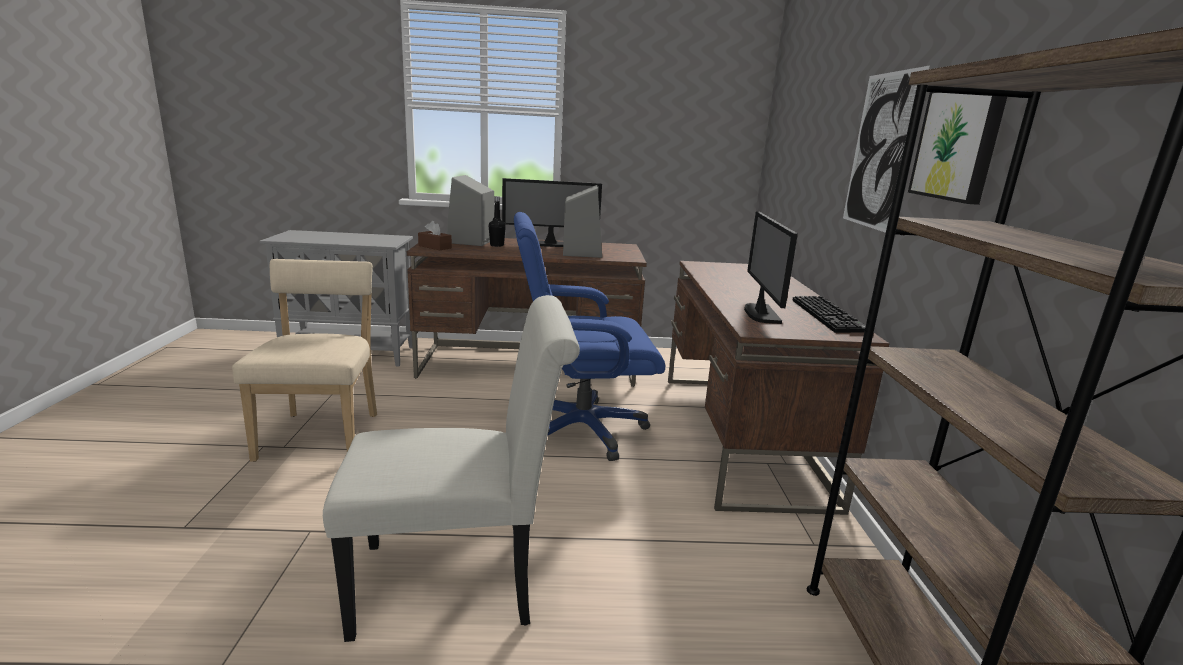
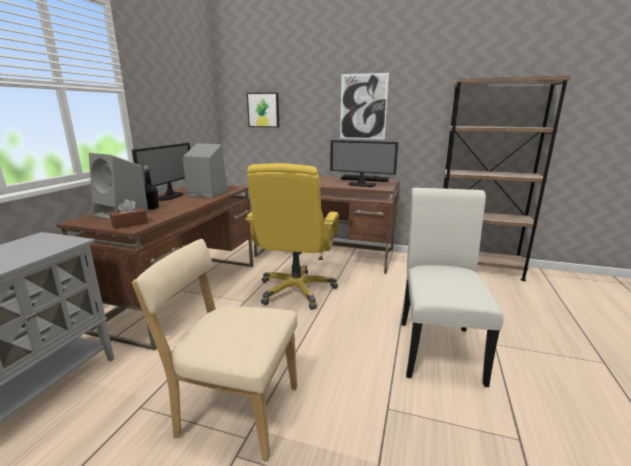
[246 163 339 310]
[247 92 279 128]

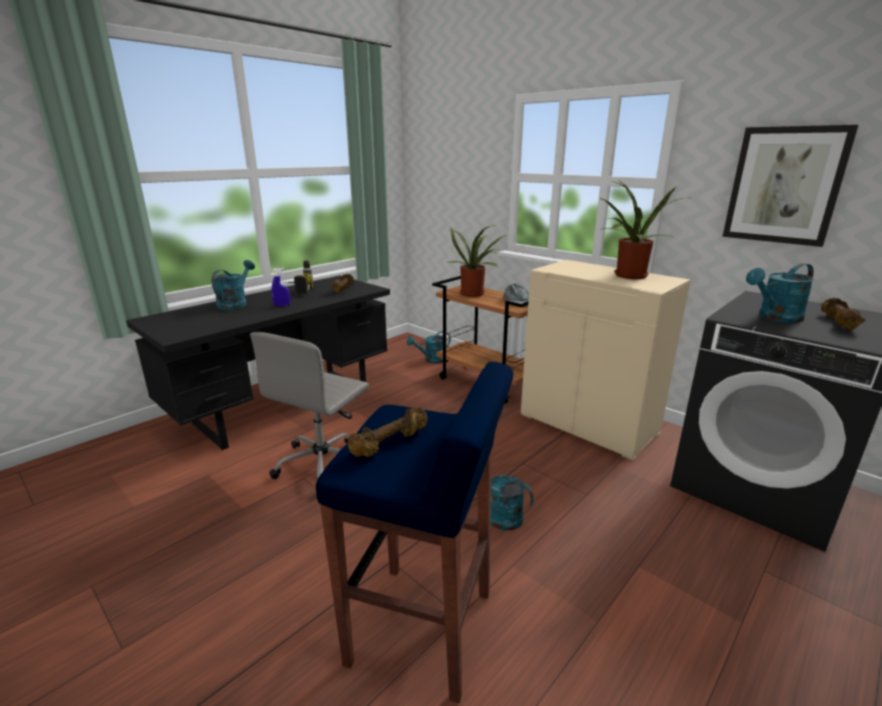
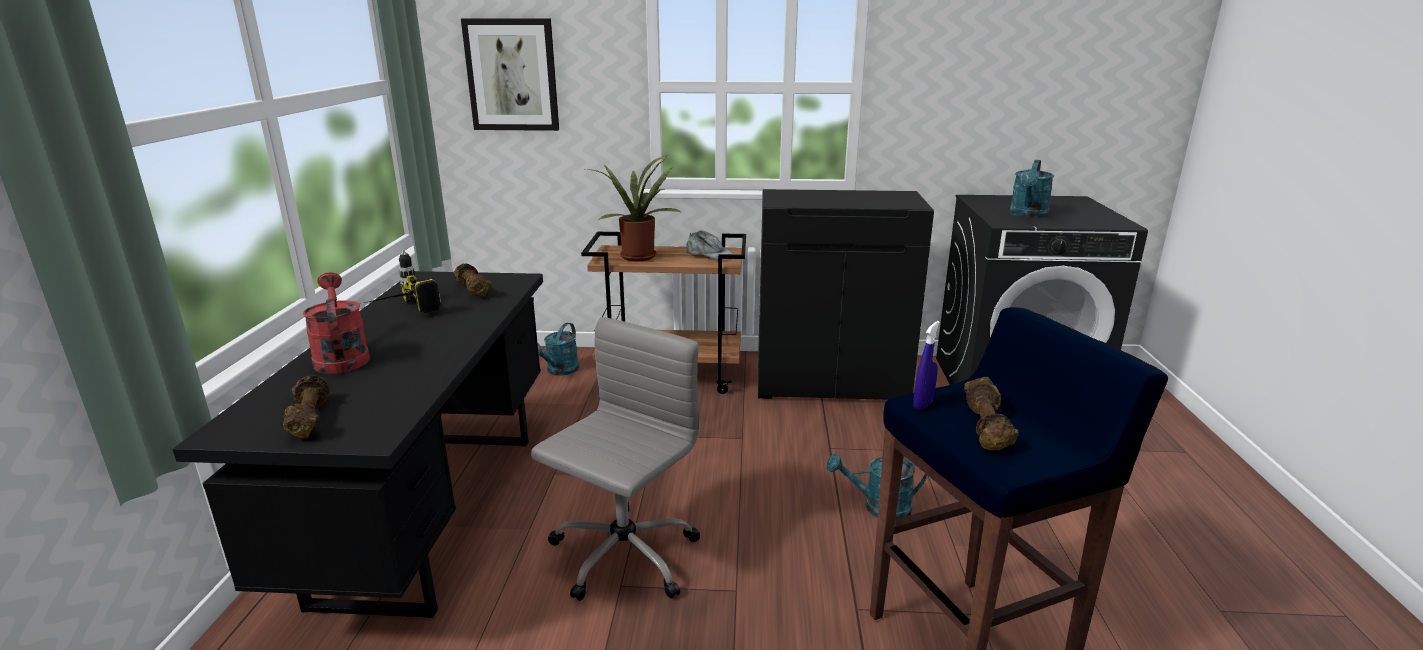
[283 376 330 439]
[303 272 370 374]
[461 18 559 131]
[531 317 701 601]
[758 189 934 400]
[913 321 940 410]
[598 181 694 279] (first image)

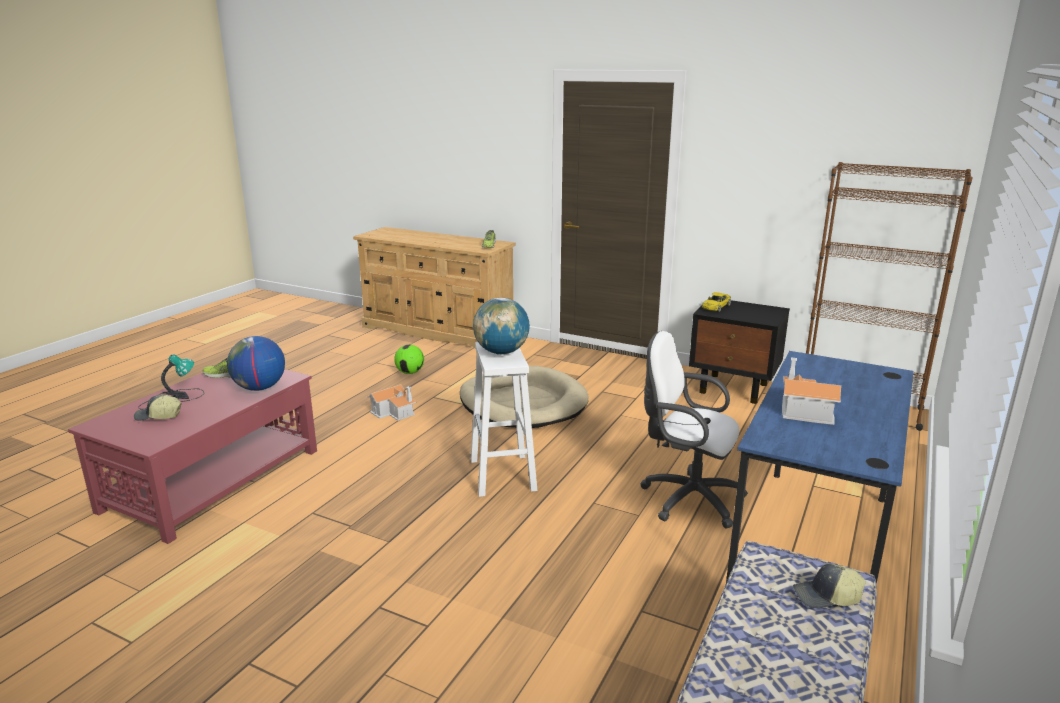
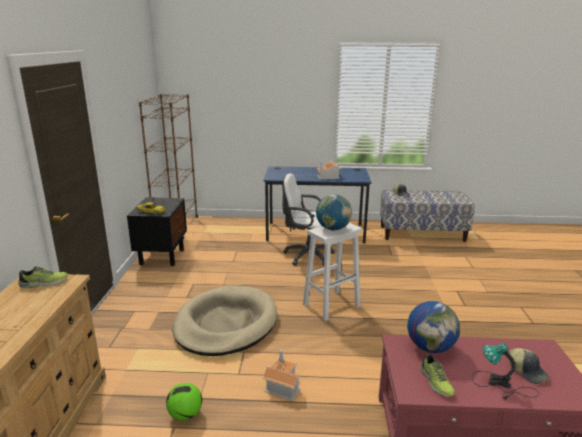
[282 173 335 266]

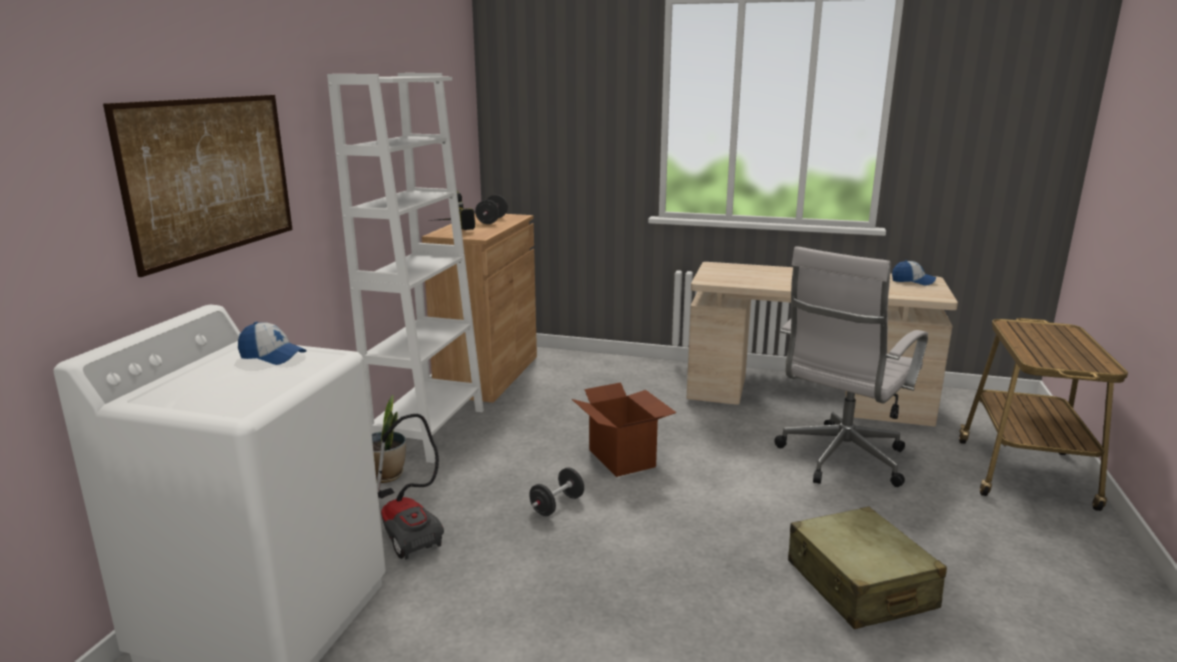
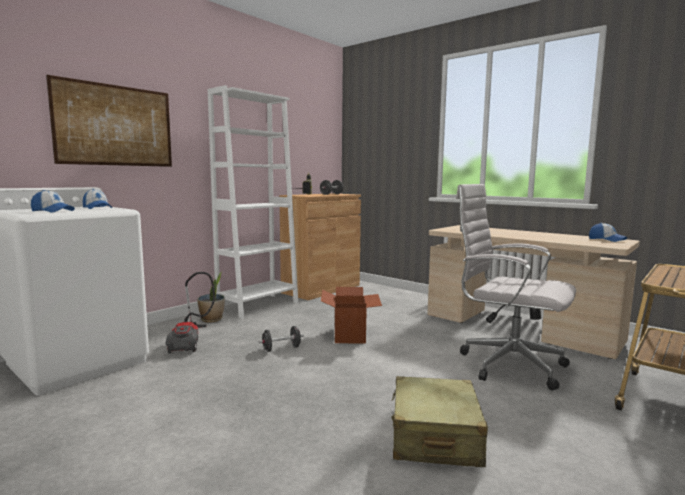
[31 190 75 213]
[456 184 576 391]

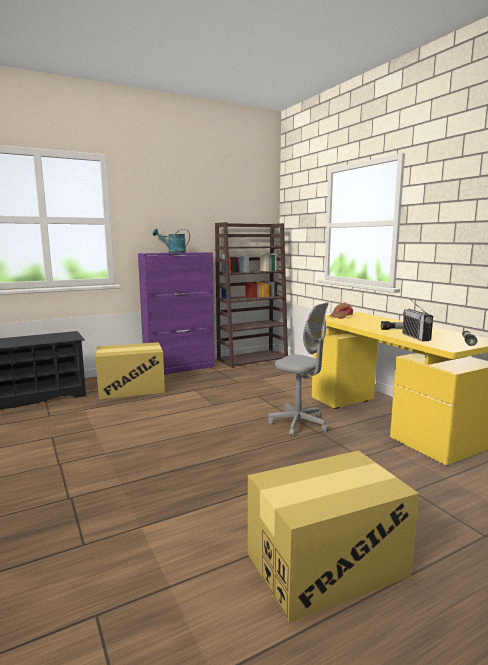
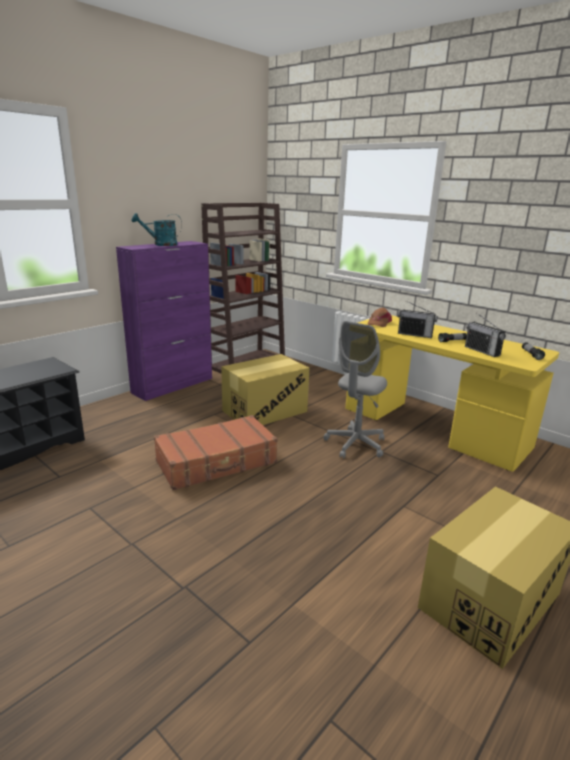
[154 415 278 490]
[221 354 309 425]
[324 321 387 458]
[398 301 438 338]

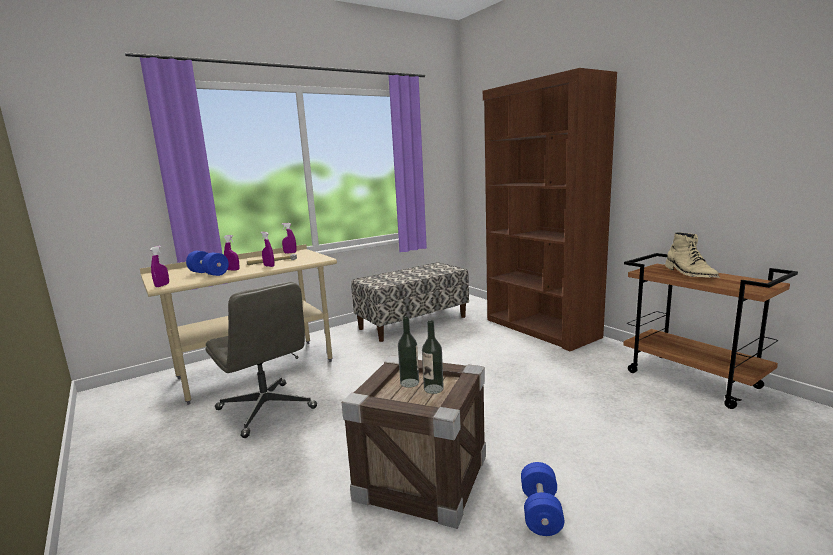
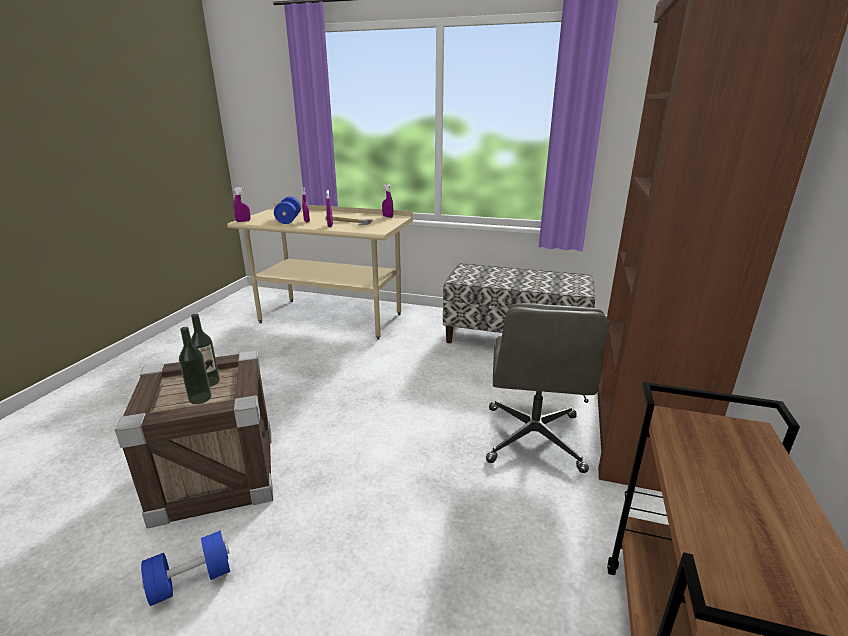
[486 303 608 473]
[665 232 720 278] (first image)

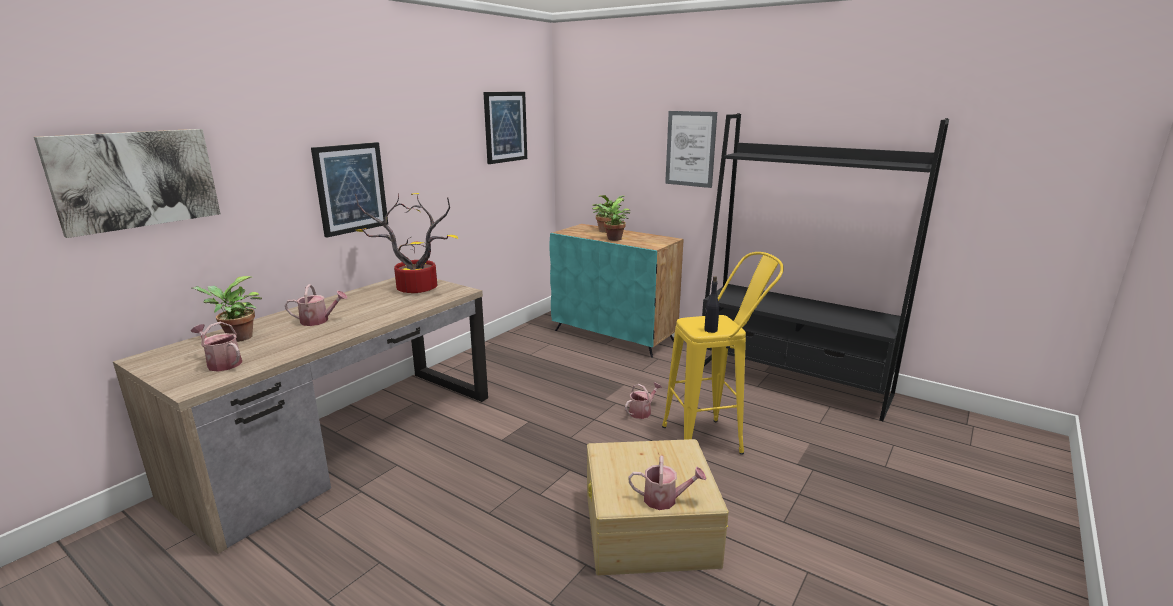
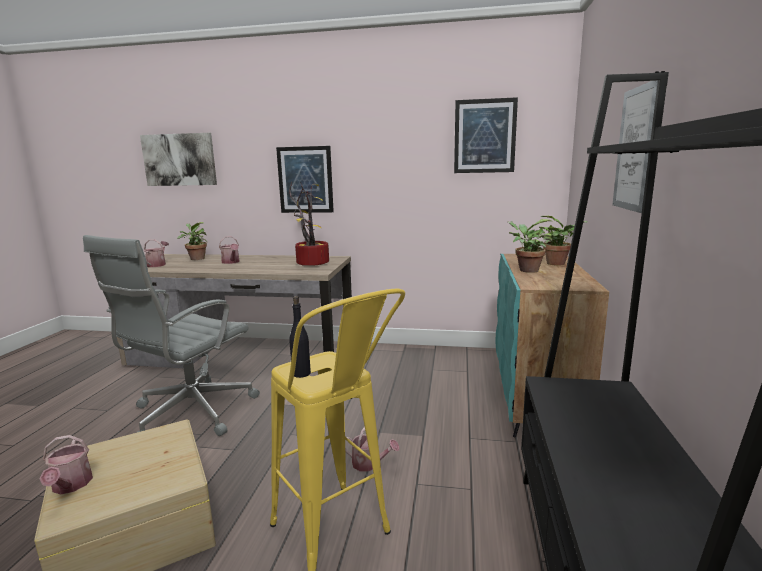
[83 235 260 436]

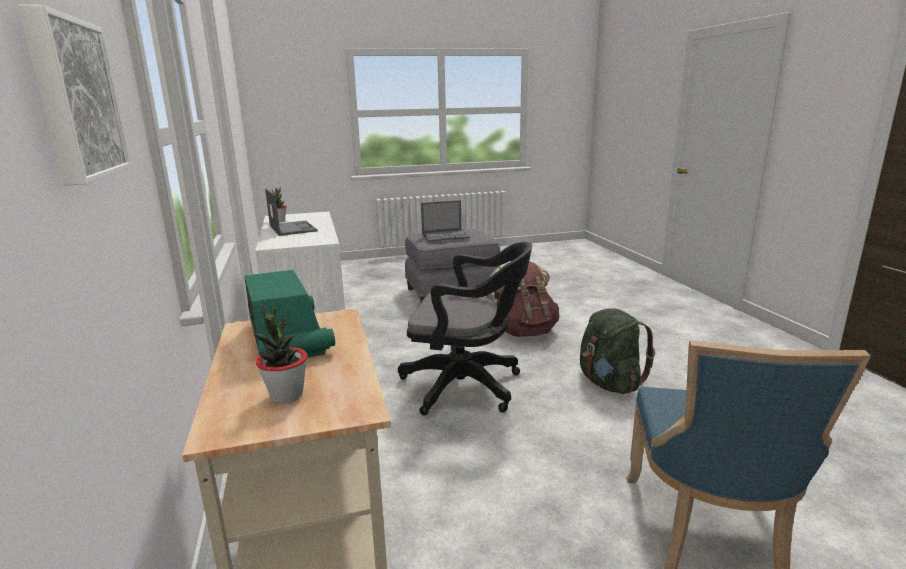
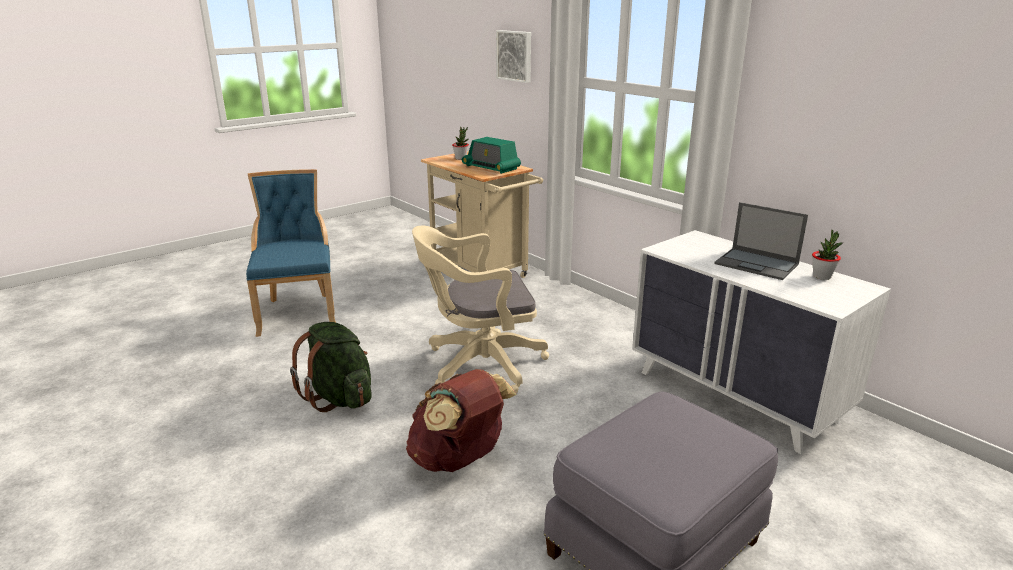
[412 226 549 393]
[421 200 470 242] (first image)

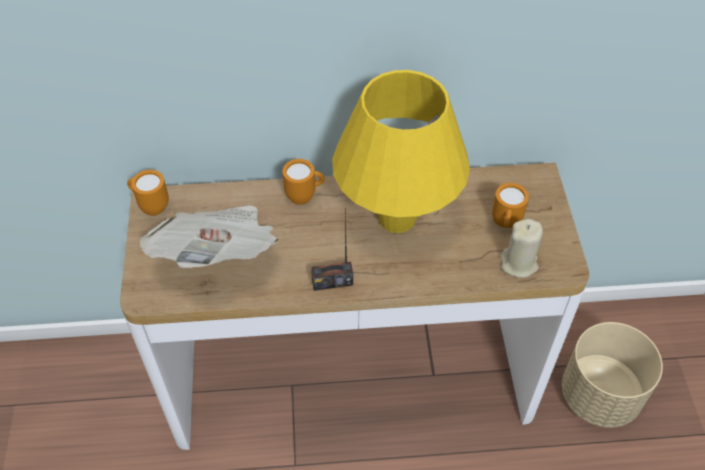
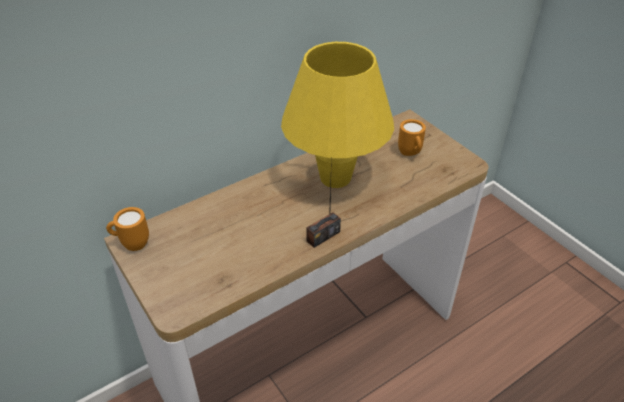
[139 205 278 268] (first image)
[282 159 325 204] (first image)
[501 219 543 278] (first image)
[562 322 663 428] (first image)

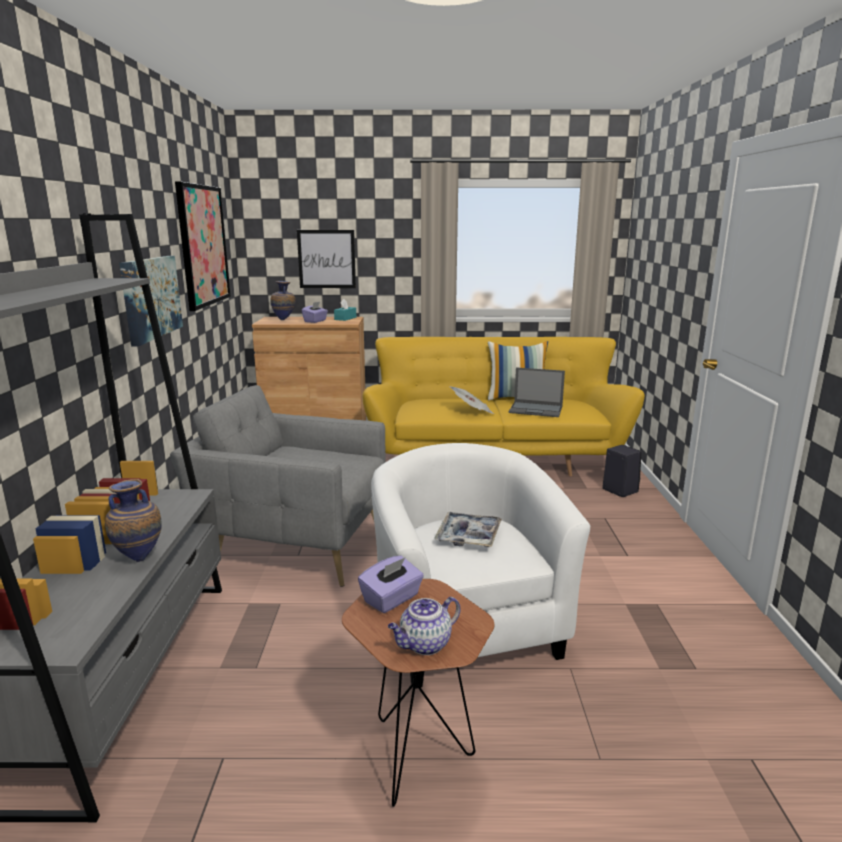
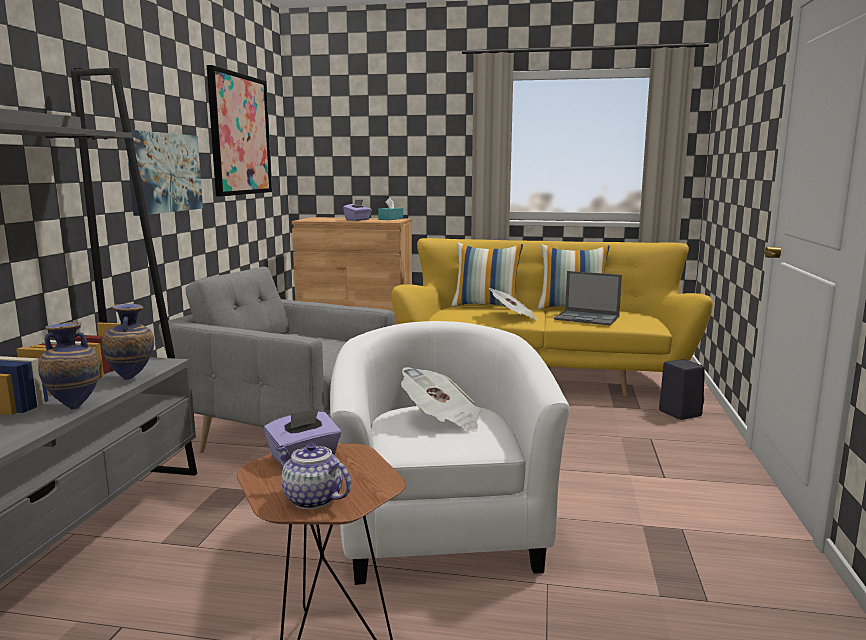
[102 303 154 380]
[276 443 351 509]
[401 367 481 431]
[452 243 523 307]
[297 230 356 288] (first image)

